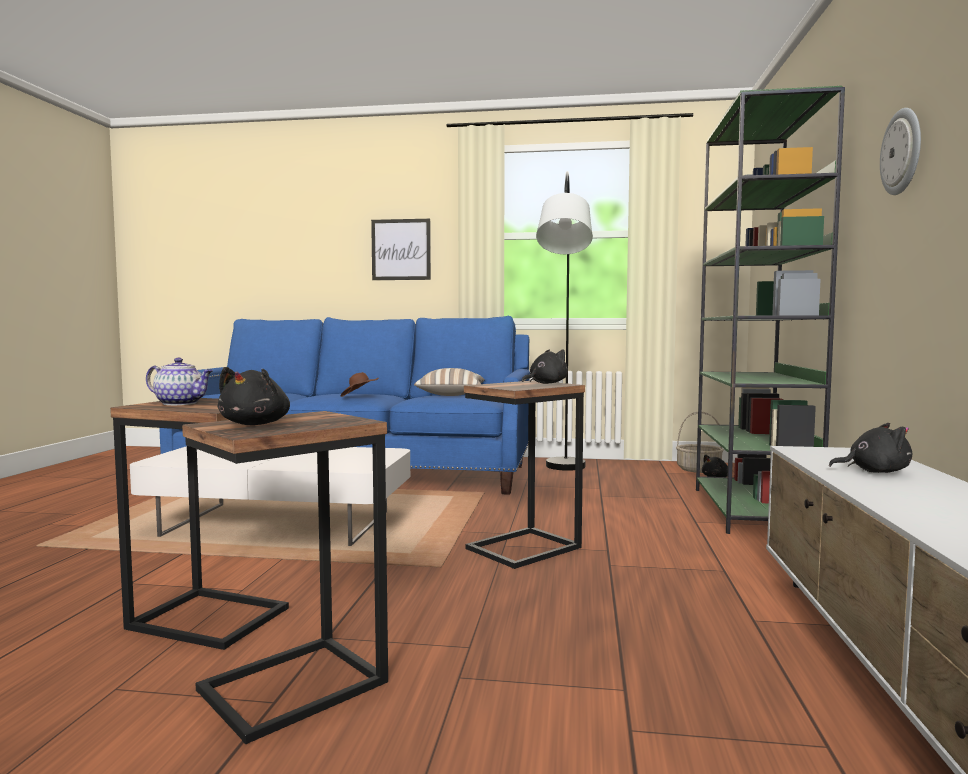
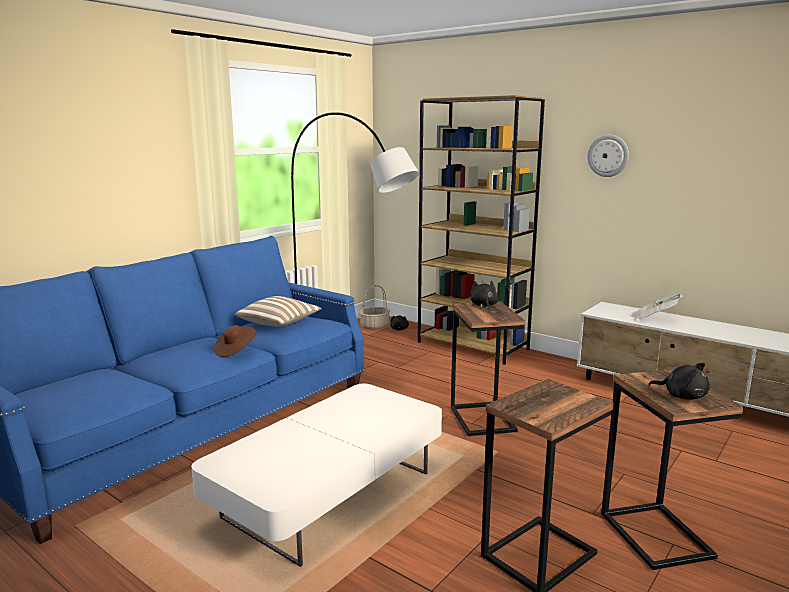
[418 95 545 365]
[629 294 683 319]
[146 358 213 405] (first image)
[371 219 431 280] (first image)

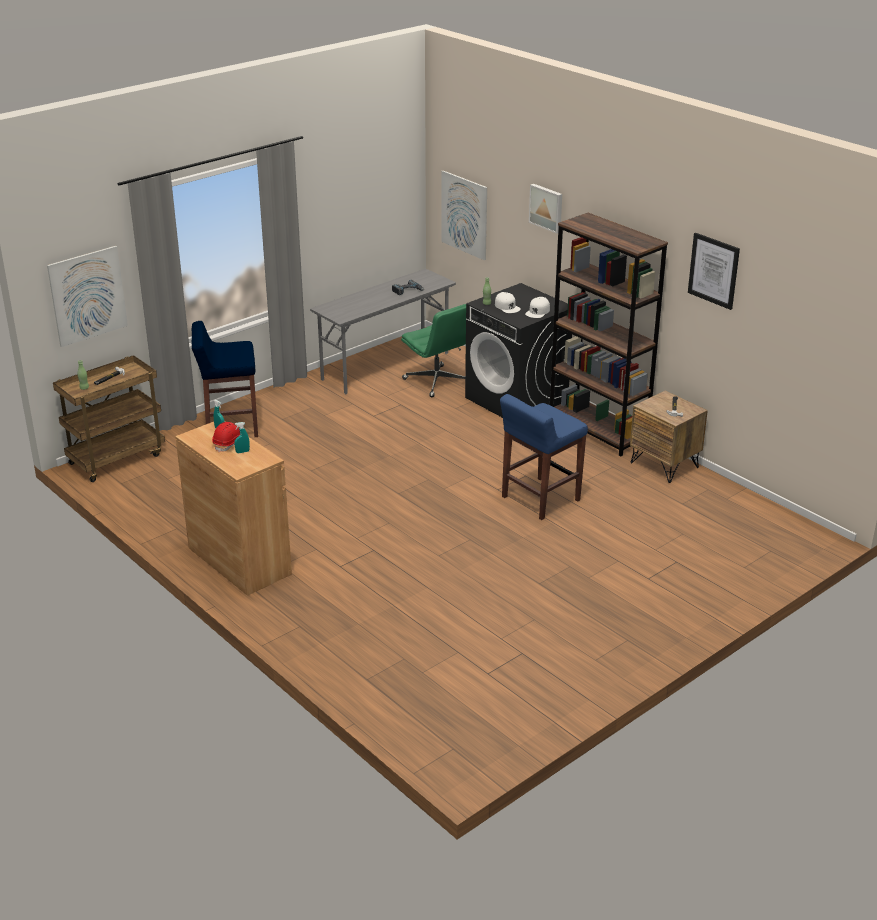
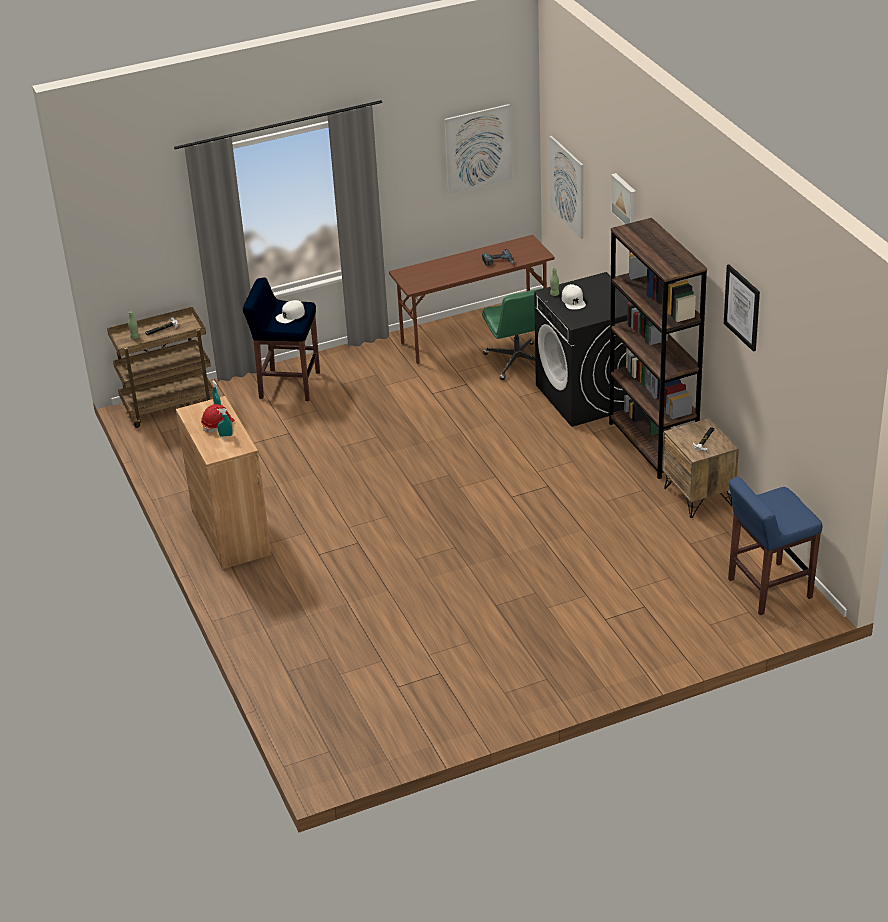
[276 300 305 323]
[389 235 555 364]
[444 104 512 194]
[728 477 823 615]

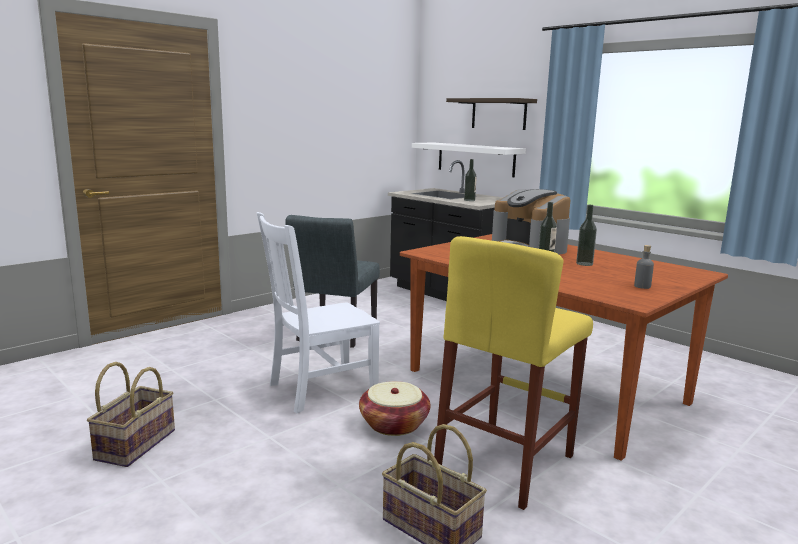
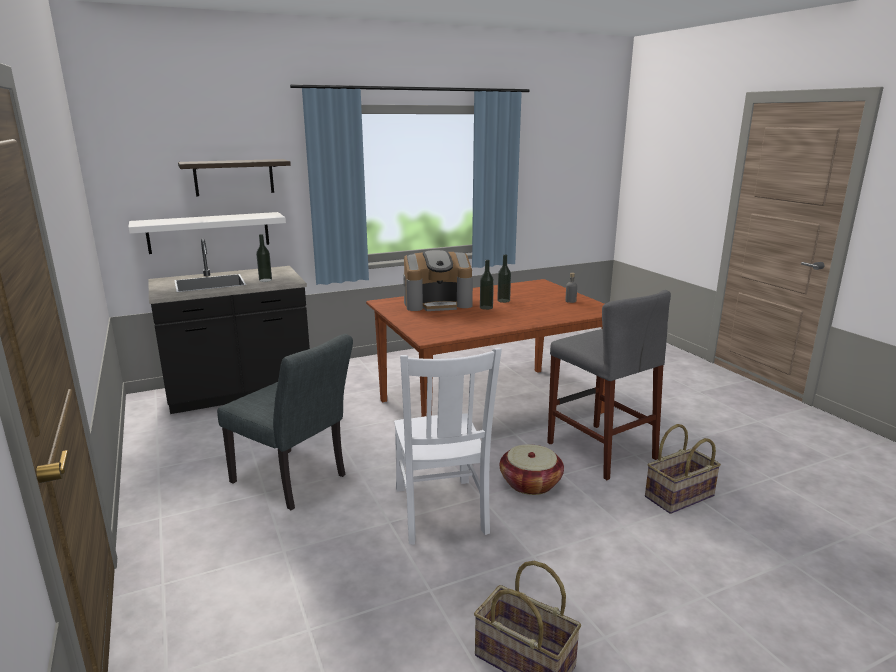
[547 290 671 480]

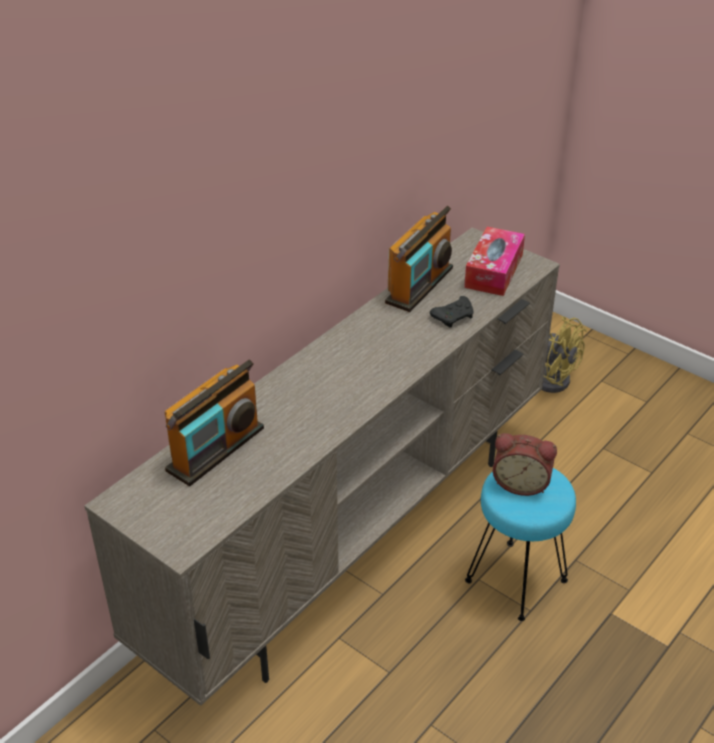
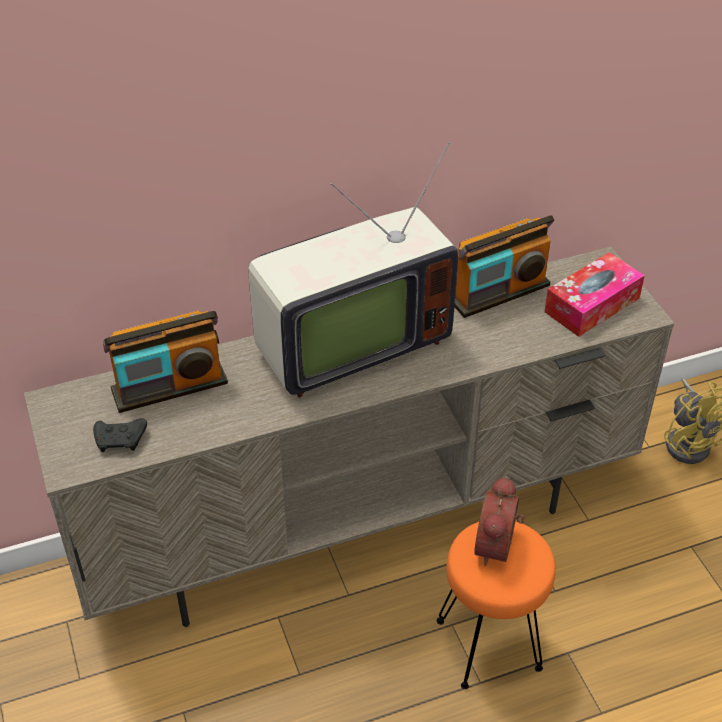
[93 418 147 452]
[248 141 458 398]
[437 521 556 689]
[474 476 525 566]

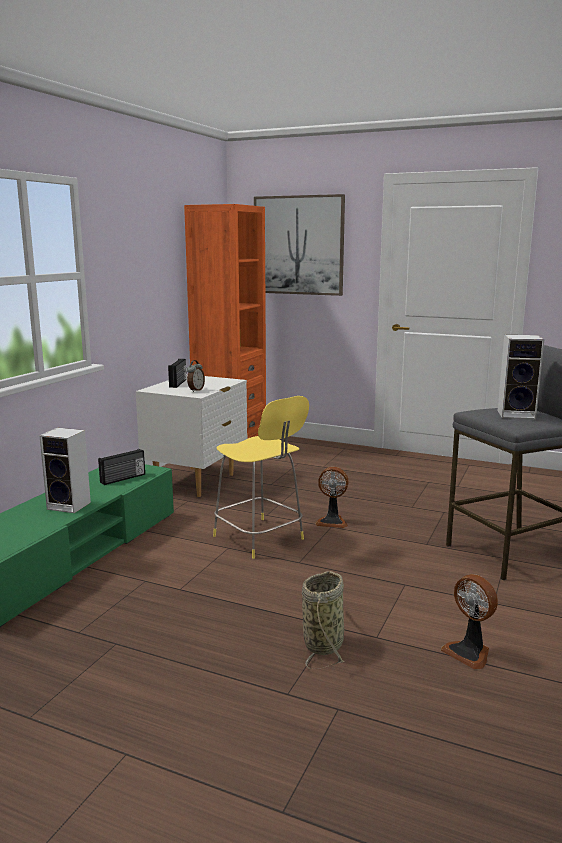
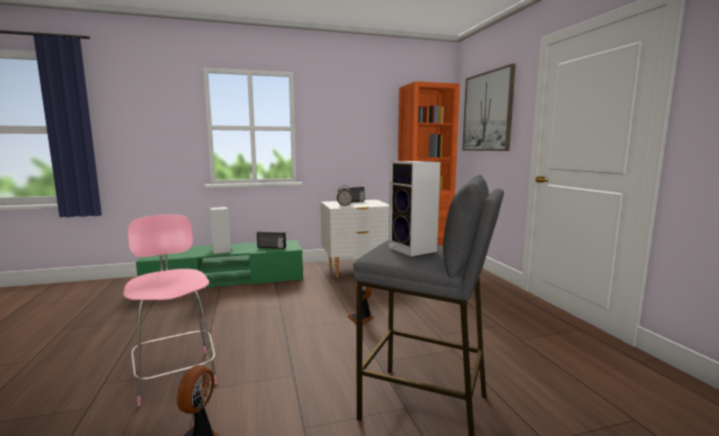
[123 214 217 406]
[213 396 309 559] (first image)

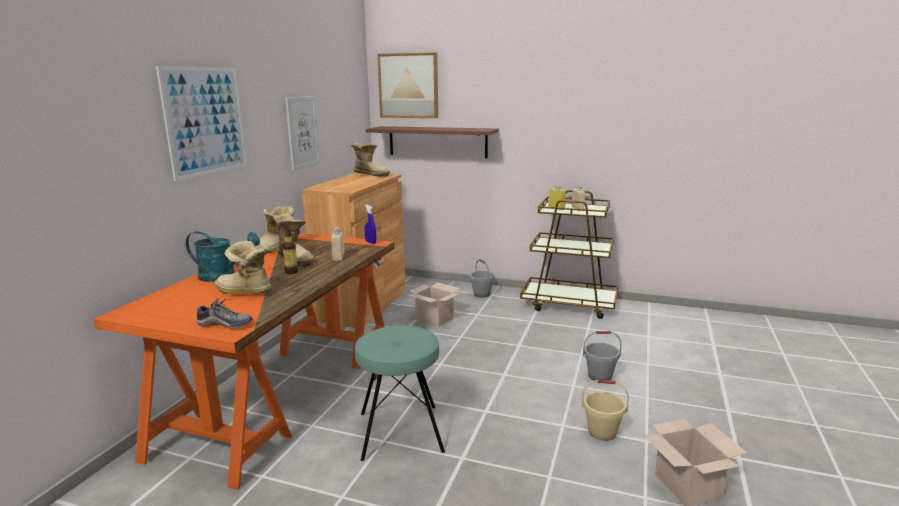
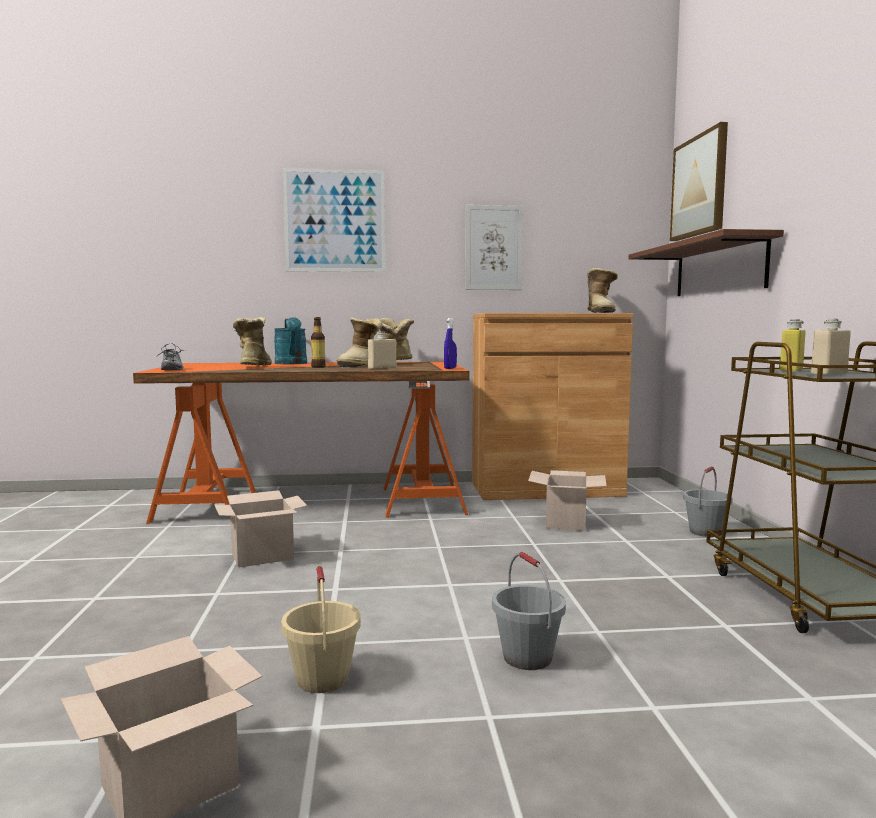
[214 490 307 568]

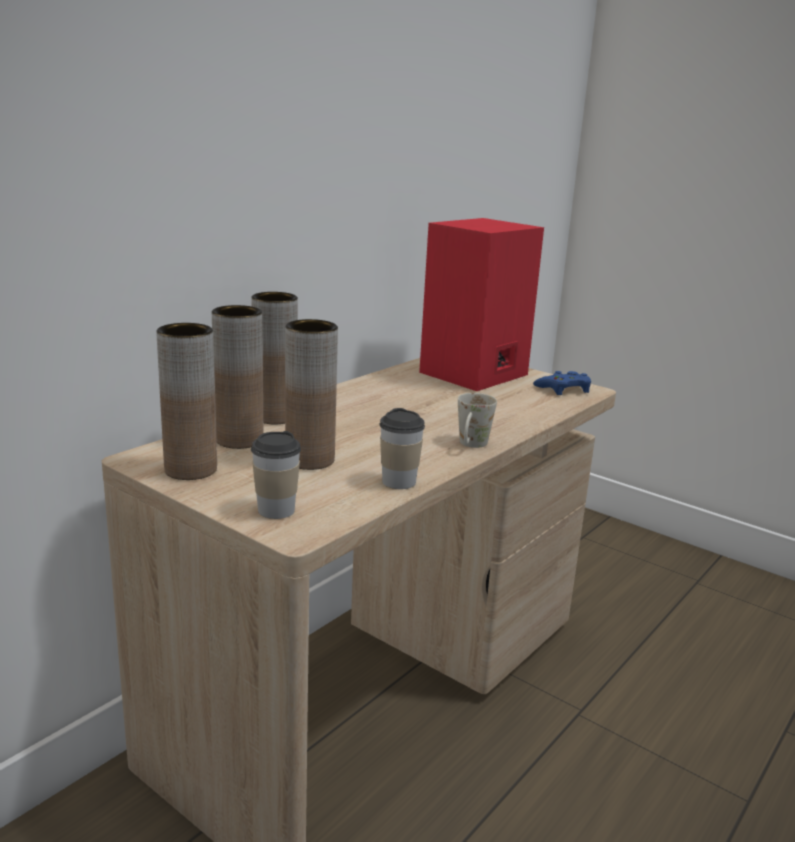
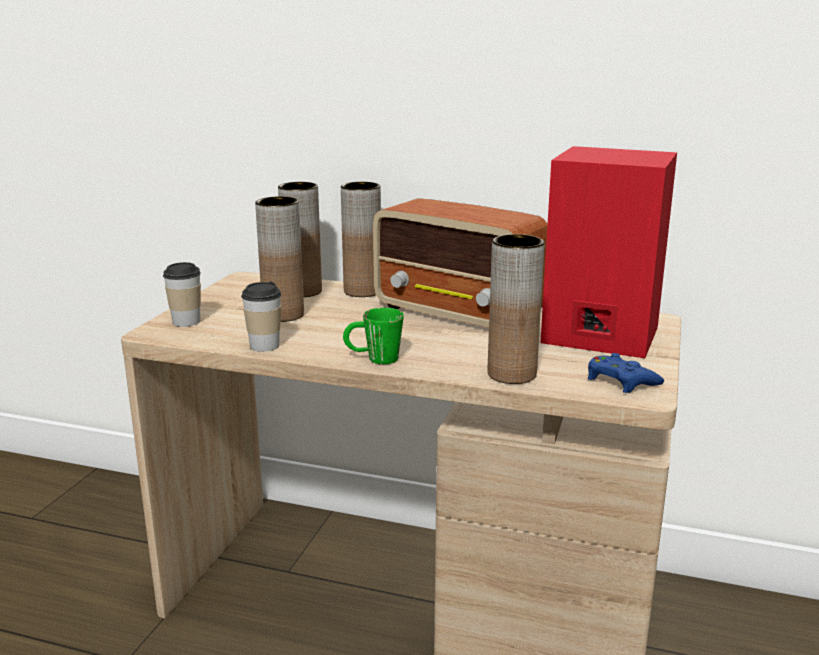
[343 308 404 364]
[373 198 548 327]
[488 234 545 384]

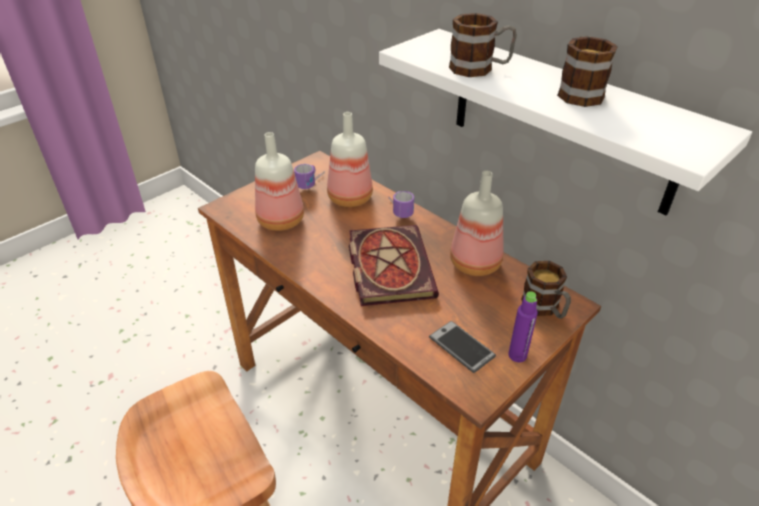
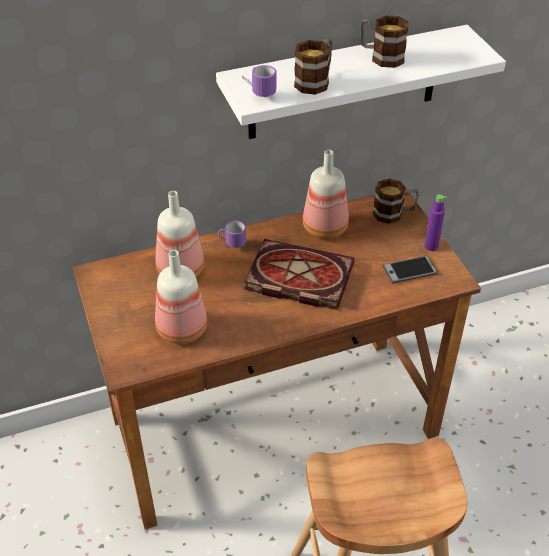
[242 65 276 97]

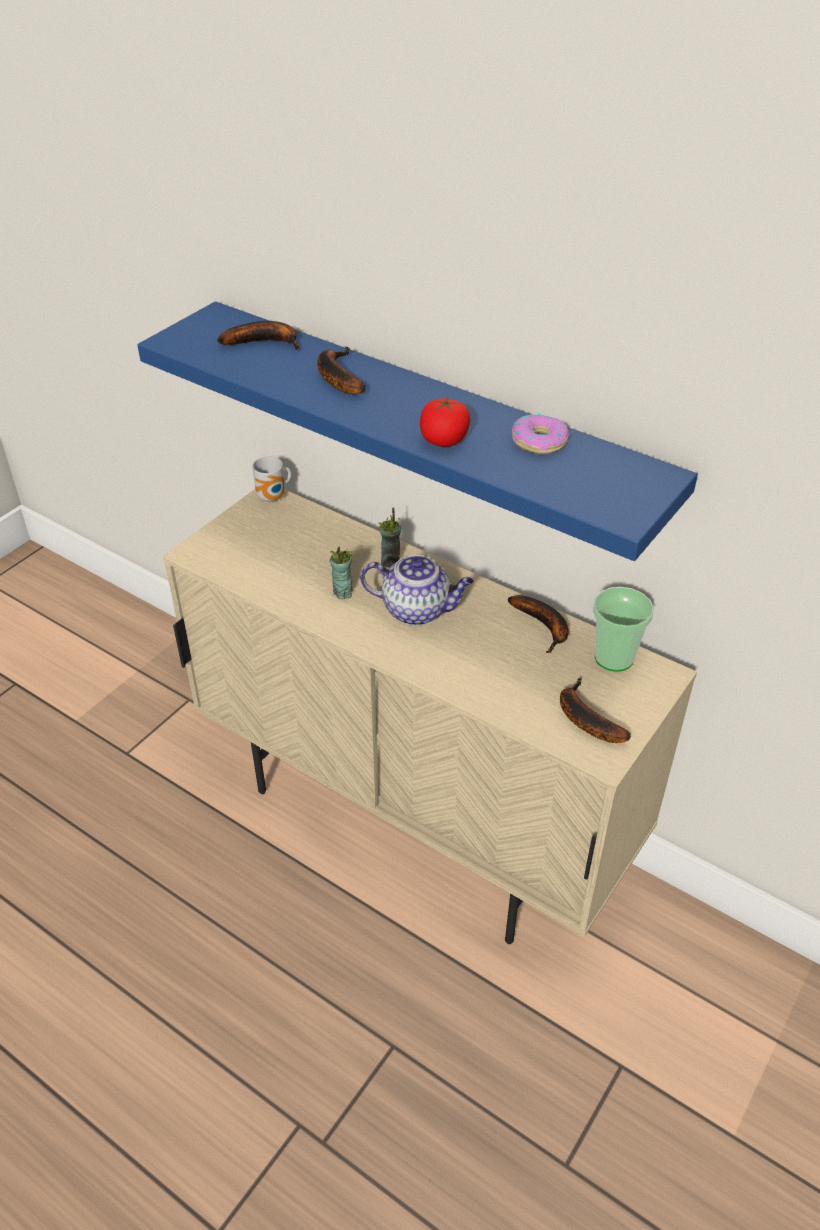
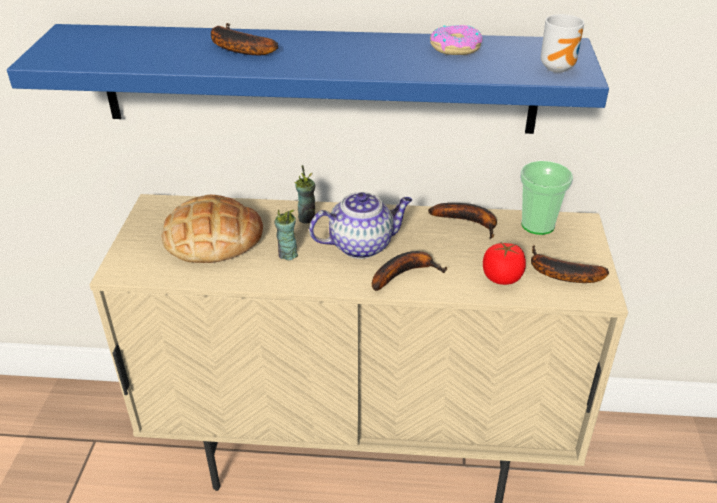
[161 195 263 263]
[372 251 447 291]
[483 242 526 285]
[541 14 584 73]

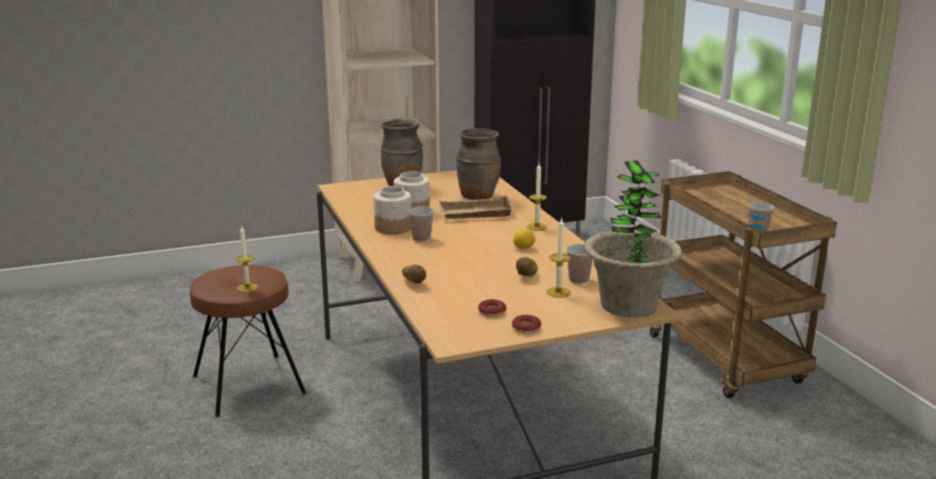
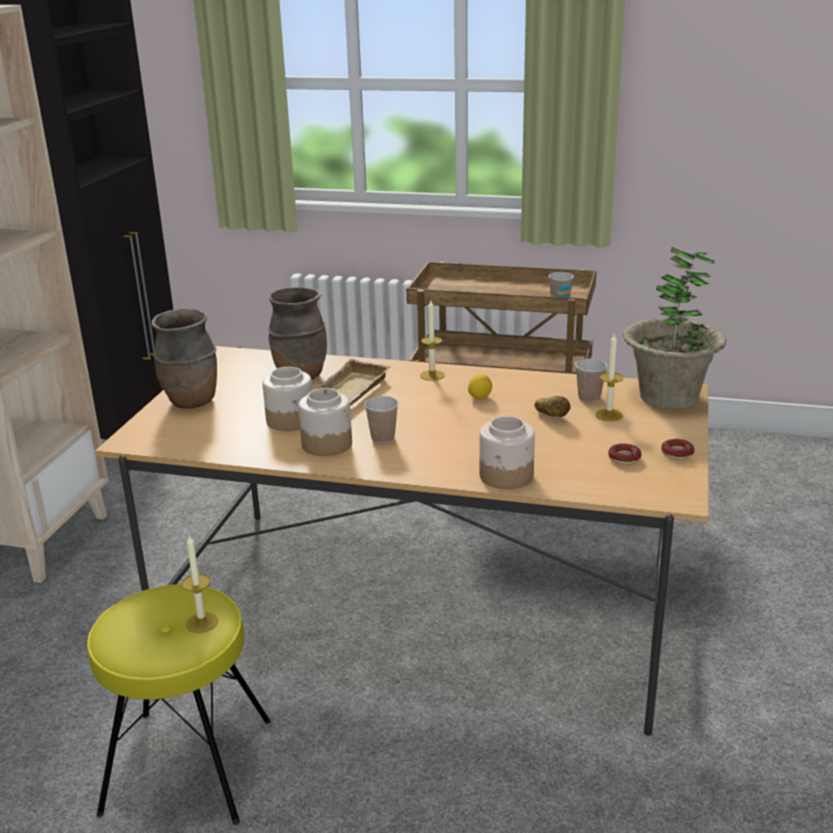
[87 584 271 825]
[479 416 535 489]

